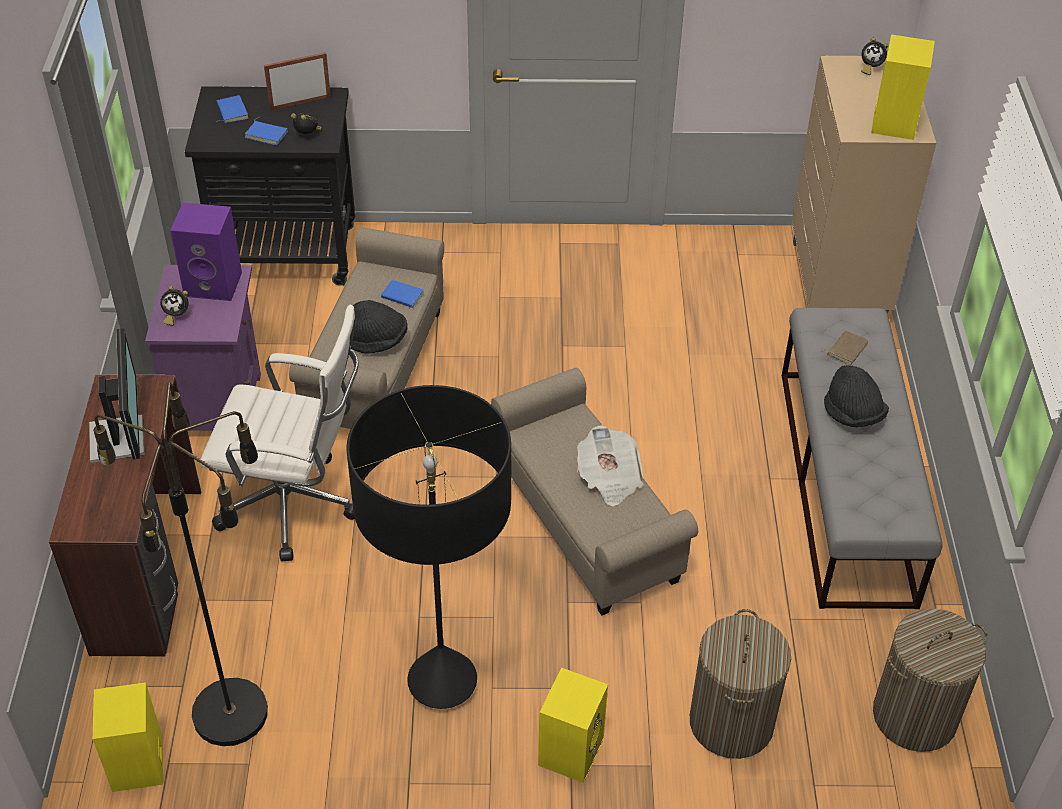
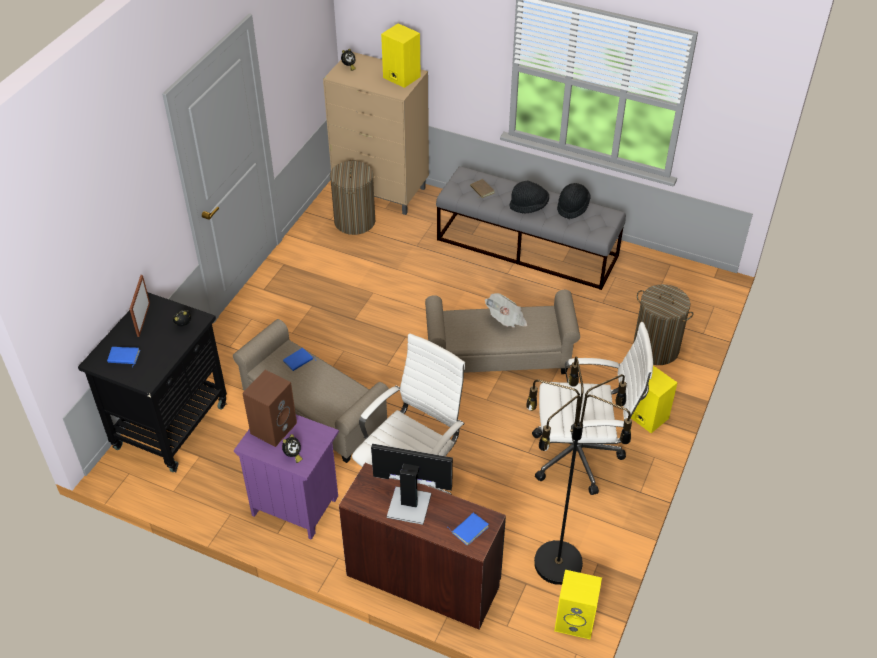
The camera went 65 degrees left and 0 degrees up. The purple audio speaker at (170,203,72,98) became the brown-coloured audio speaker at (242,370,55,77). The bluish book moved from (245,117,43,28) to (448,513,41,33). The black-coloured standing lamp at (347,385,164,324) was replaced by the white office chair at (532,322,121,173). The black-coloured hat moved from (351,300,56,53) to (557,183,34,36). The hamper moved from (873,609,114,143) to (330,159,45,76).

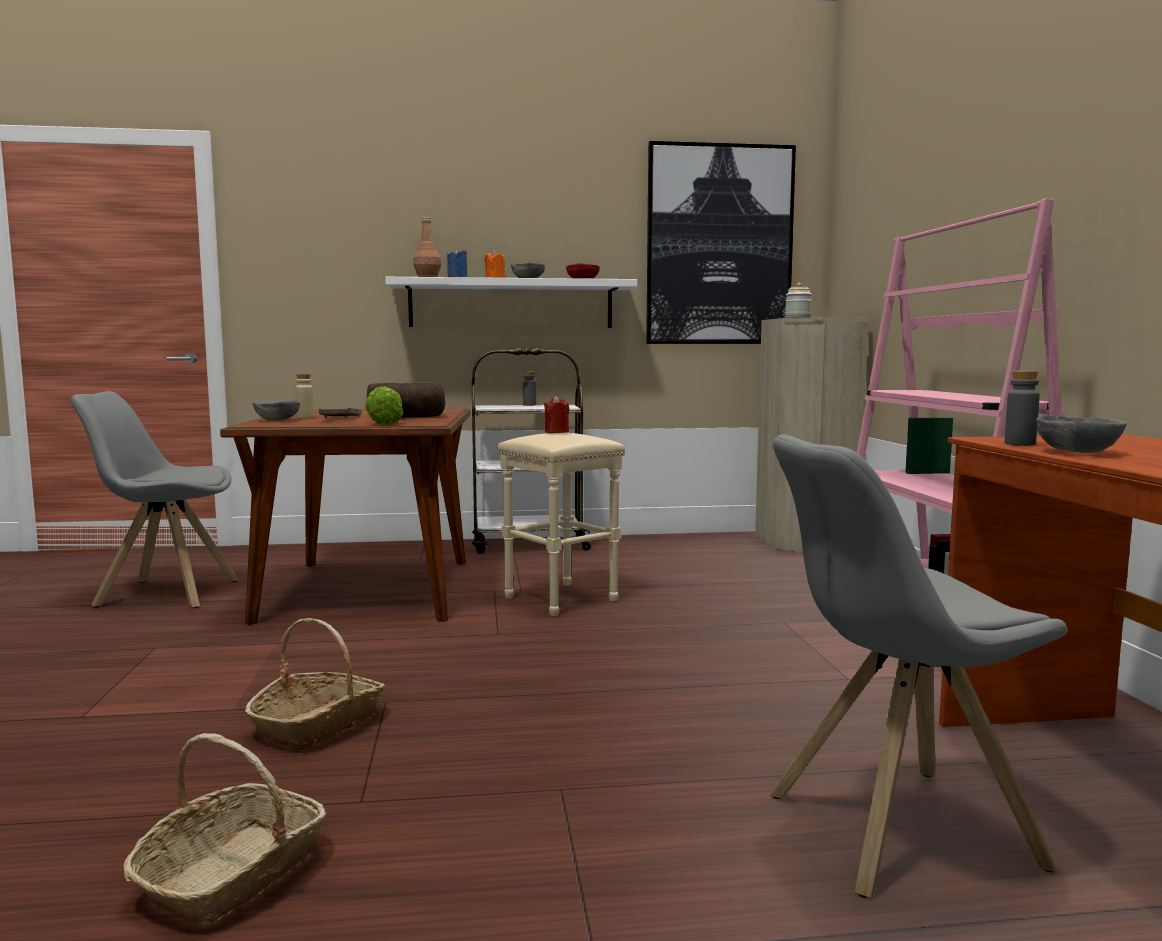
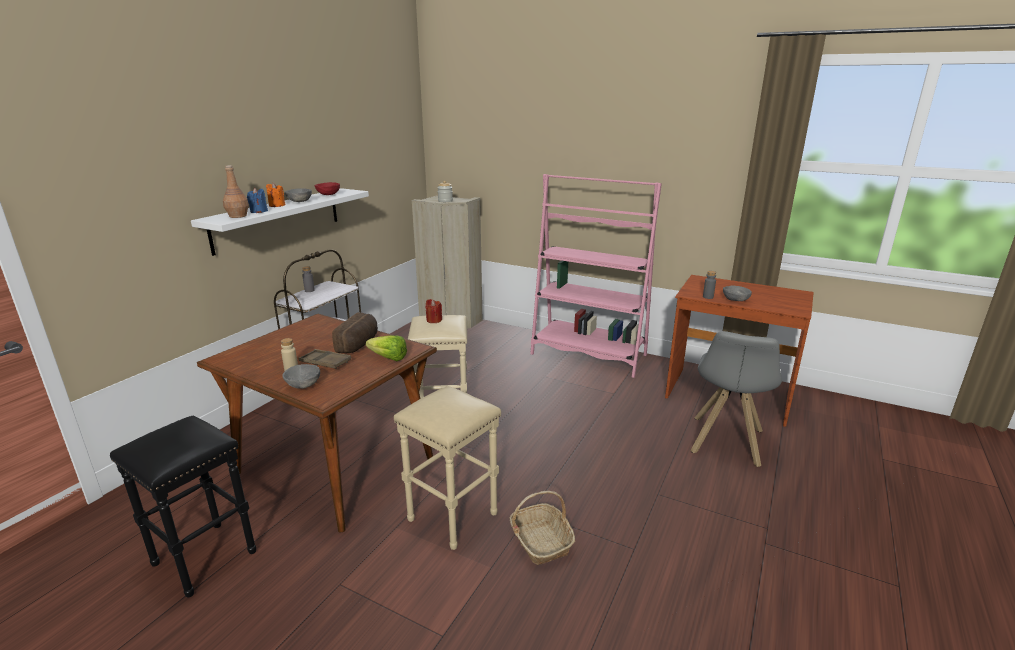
The camera went 55 degrees left and 15 degrees up. The grey chair at (71,391,167,217) was replaced by the black-coloured sitting stool at (110,416,146,182). The storage basket at (123,733,203,191) disappeared. The wall picture at (646,141,150,203) disappeared. The sand-coloured sitting stool at (394,386,107,164) appeared.

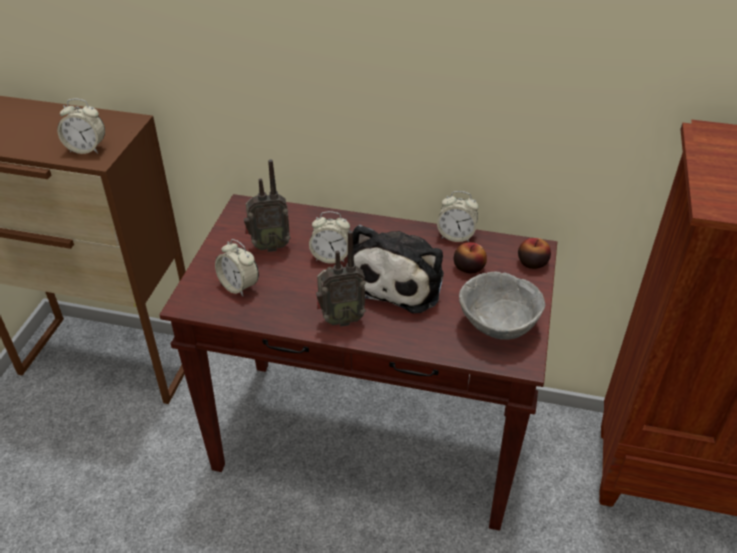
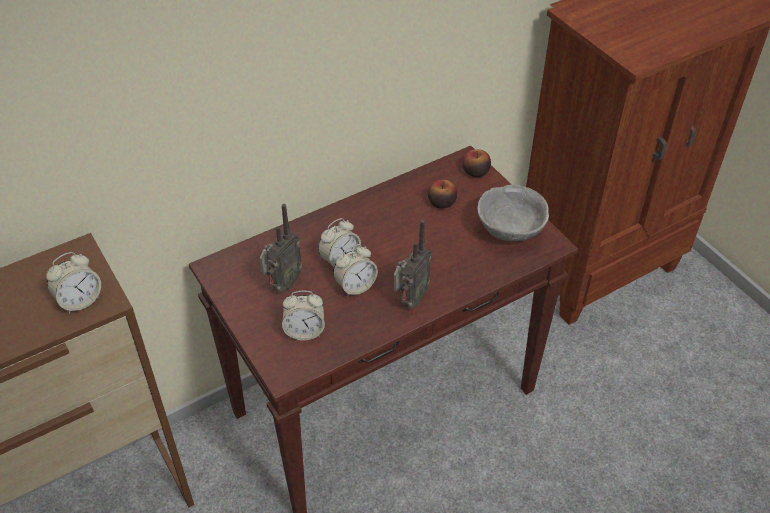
The camera went 45 degrees left and 5 degrees up. The cuddly toy at (353,224,91,89) disappeared. The table clock moved from (437,191,42,51) to (333,244,45,53).

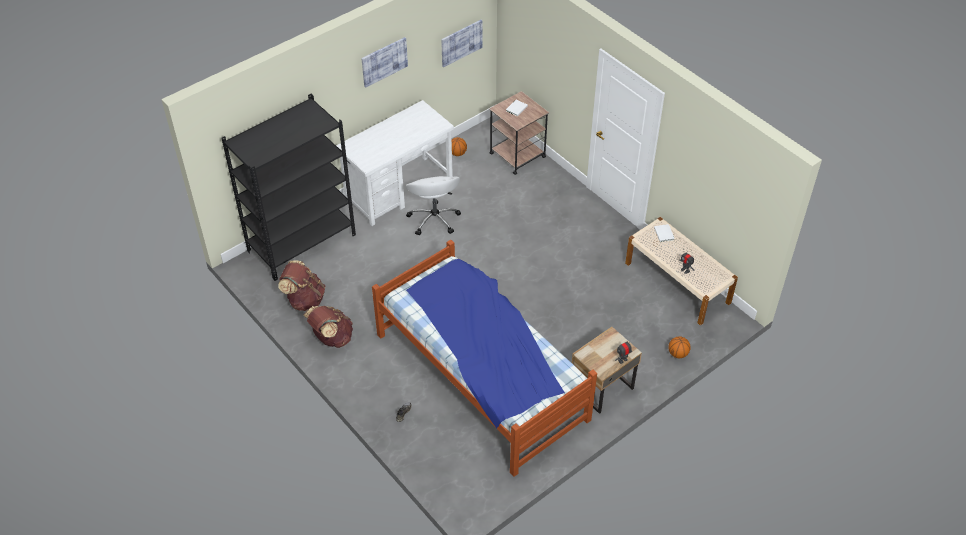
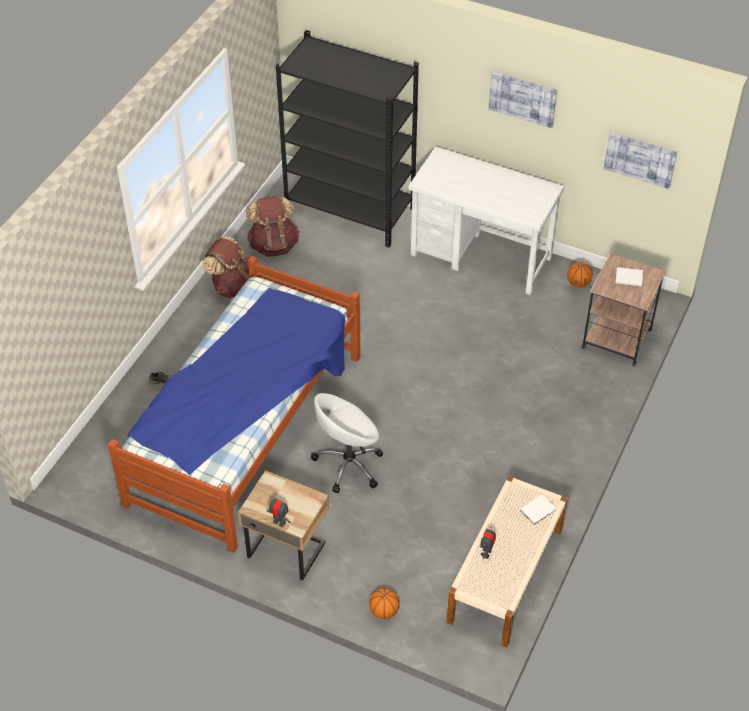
The camera went 65 degrees right and 0 degrees up. The white office chair moved from (406,176,55,59) to (311,393,72,100).

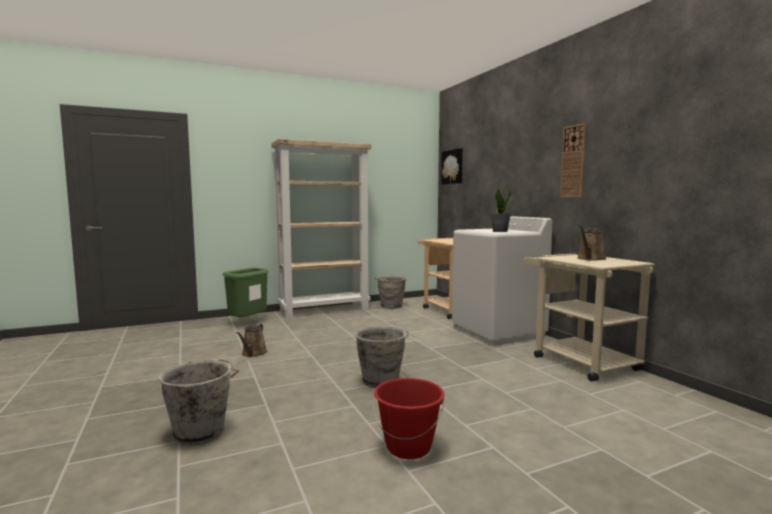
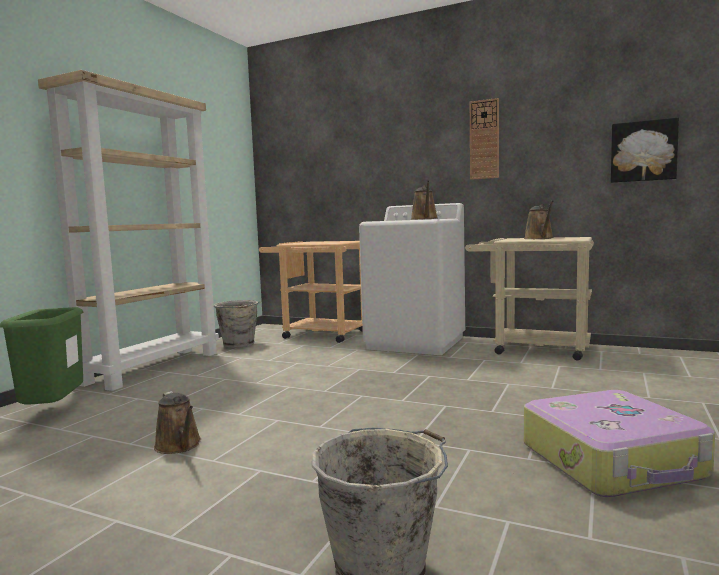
The camera went 40 degrees left and 0 degrees up. The grey water bucket at (355,326,54,62) disappeared. The red water bucket at (373,378,72,81) was replaced by the suitcase at (524,390,191,107). The wall picture moved from (441,148,22,36) to (611,118,68,65). The plant in a pot at (490,186,22,46) was replaced by the brown-coloured watering can at (411,180,26,40).

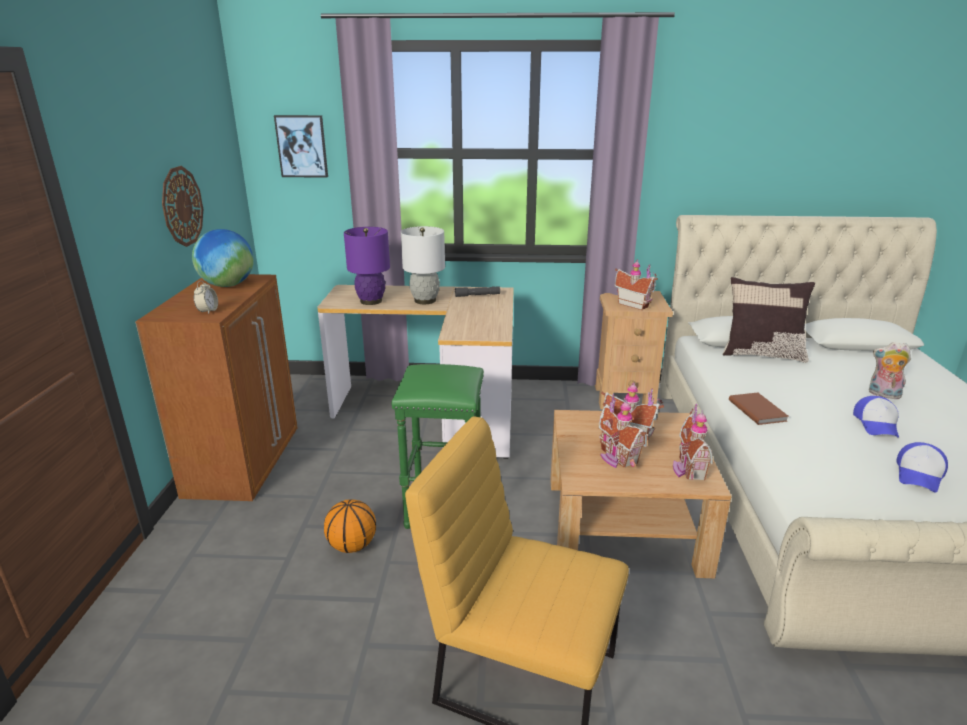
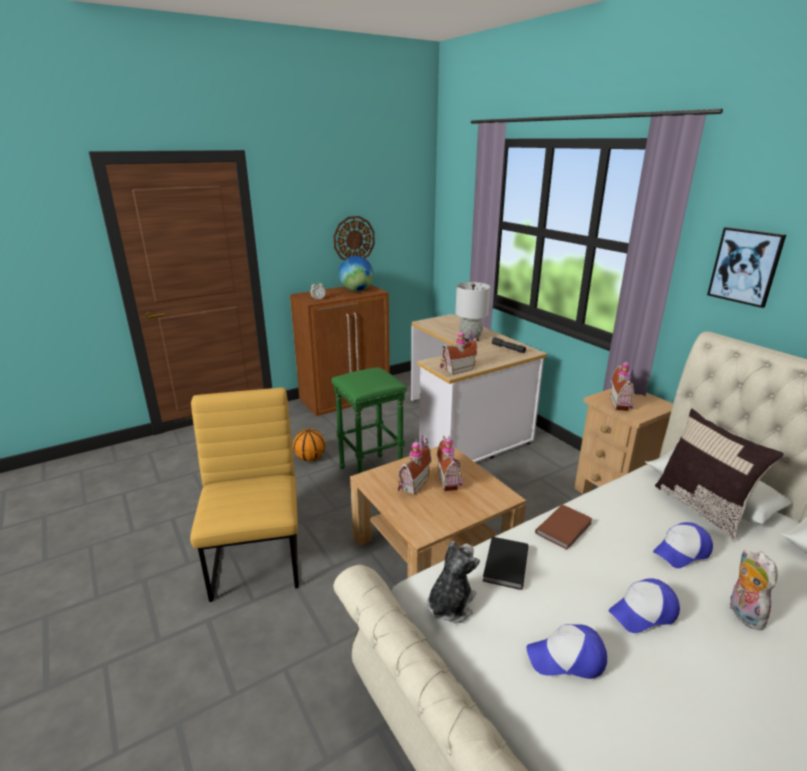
The camera went 55 degrees right and 0 degrees up. The wall picture moved from (274,115,54,63) to (707,227,79,81). The purple lamp for a table at (344,227,46,78) disappeared. The miniature house moved from (673,404,40,77) to (440,329,38,46). The cuddly toy at (427,541,53,82) appeared. The black-coloured book at (483,537,45,53) appeared. The cap at (653,522,60,46) appeared.

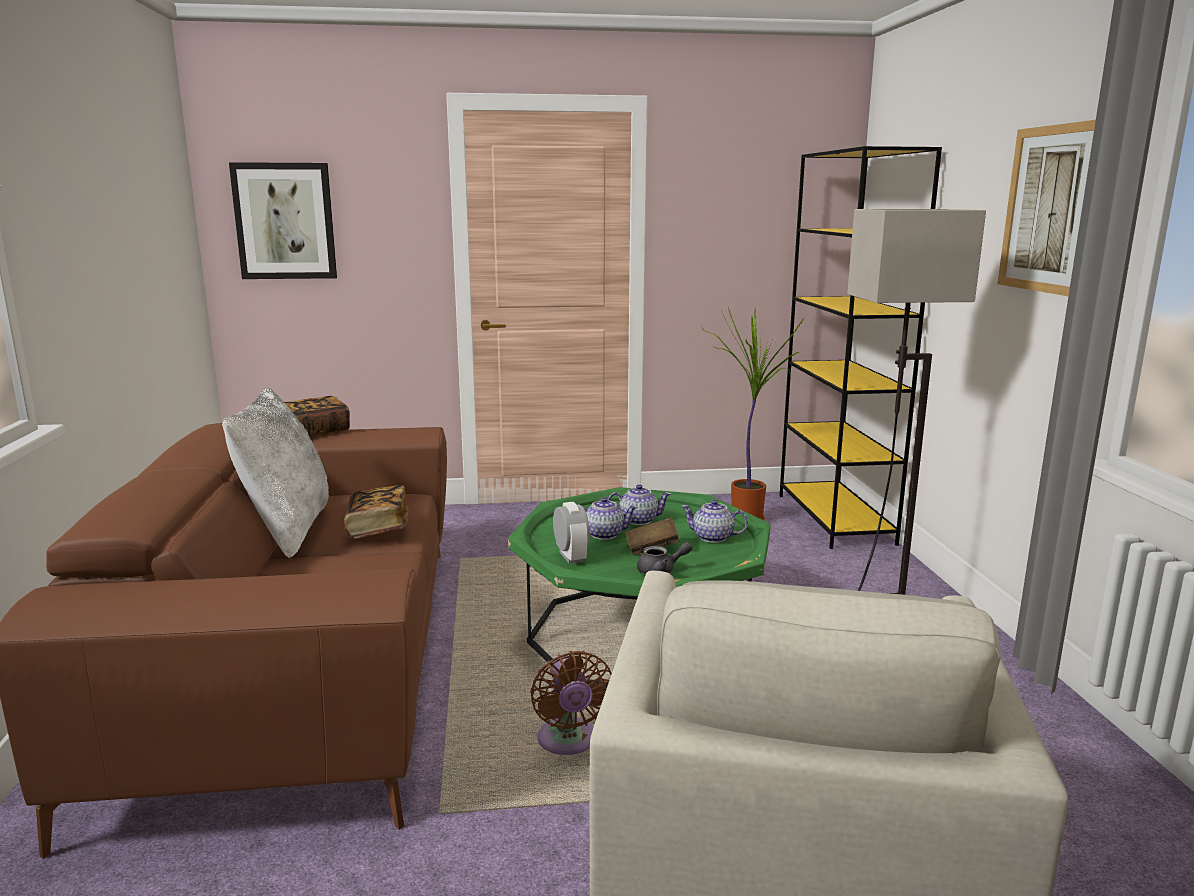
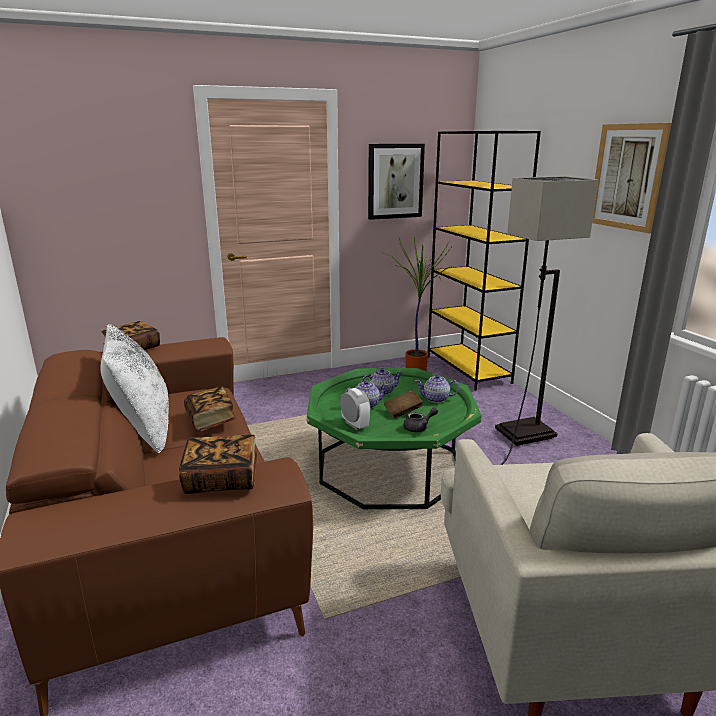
The camera went 15 degrees left and 5 degrees up. The wall picture moved from (229,162,108,117) to (368,144,57,76). The brown-coloured cooling fan at (530,651,82,104) disappeared. The book at (179,435,78,59) appeared.

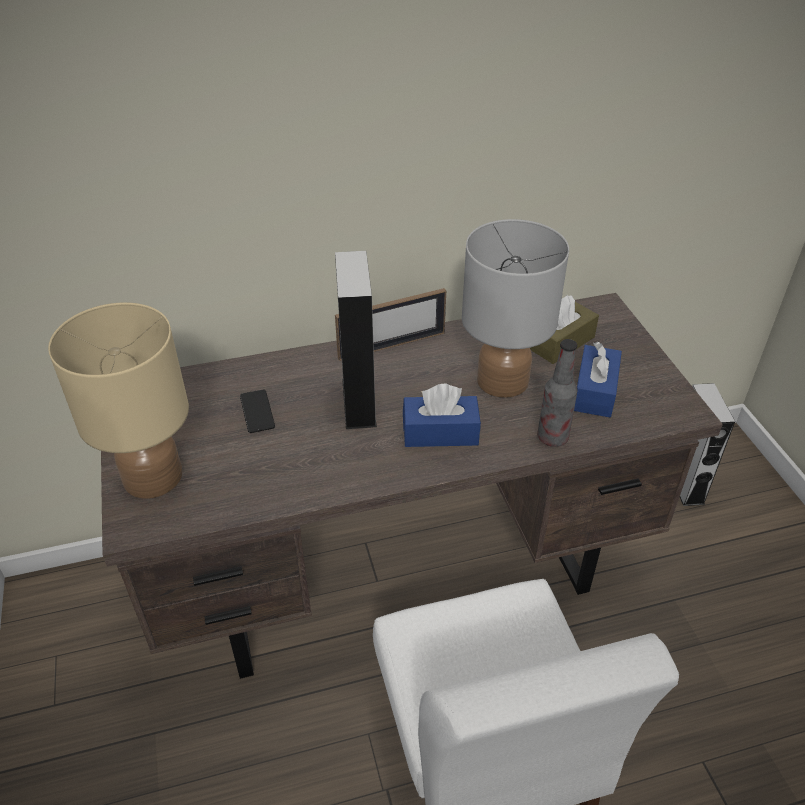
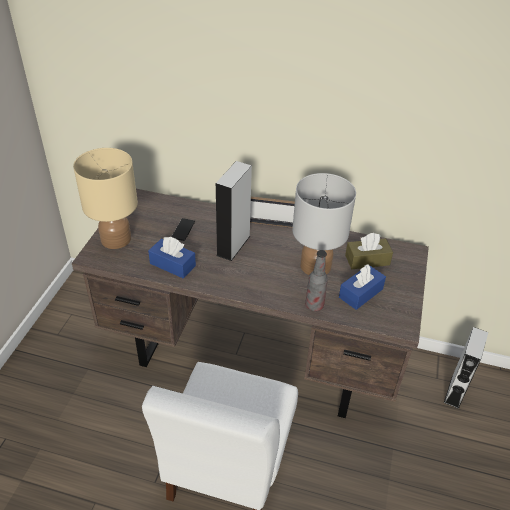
The camera went 30 degrees right and 0 degrees up. The bluish tissue holder moved from (403,383,78,64) to (148,237,48,41).

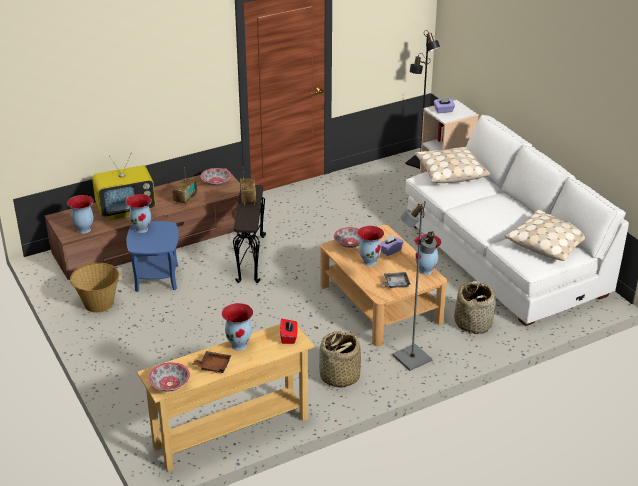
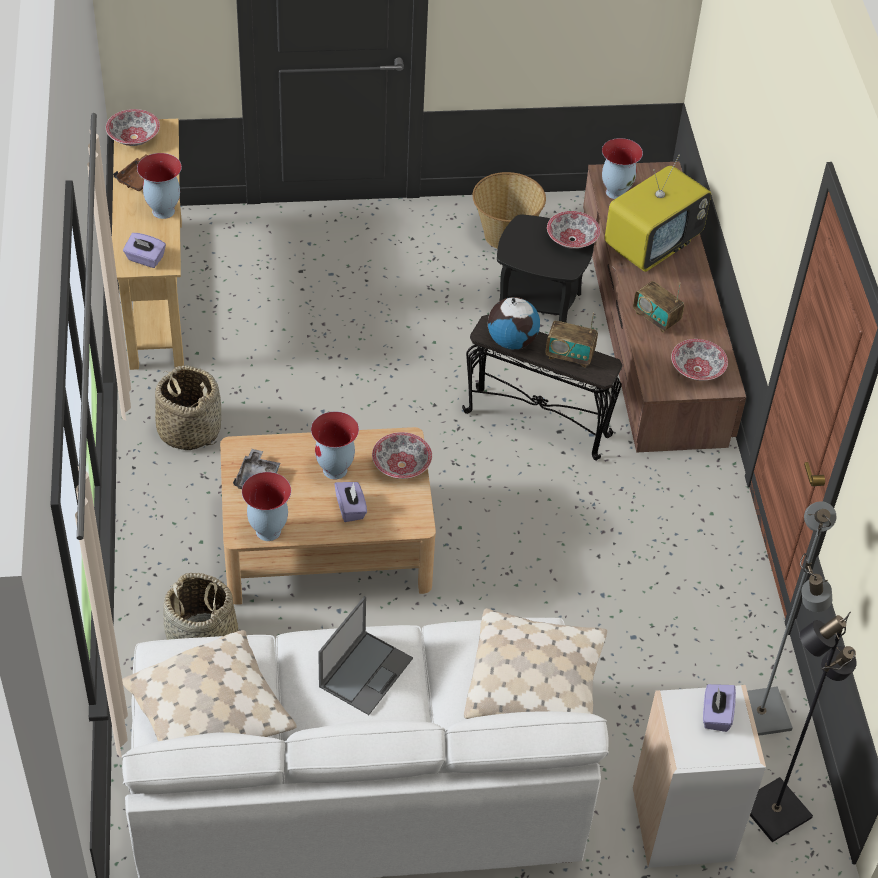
The camera went 110 degrees right and 15 degrees up. The TV set at (92,153,64,68) turned 135 degrees counterclockwise. The vase at (126,194,26,39) was replaced by the serving bowl at (547,211,53,38). The bluish side table at (126,221,53,71) became the black-coloured side table at (497,214,97,109). The red tissue holder at (280,319,18,25) became the purple tissue holder at (123,233,43,35). The grey standing lamp moved from (393,201,44,170) to (747,501,89,235). The portable computer at (318,596,95,119) appeared. The world globe at (488,297,52,53) appeared.

